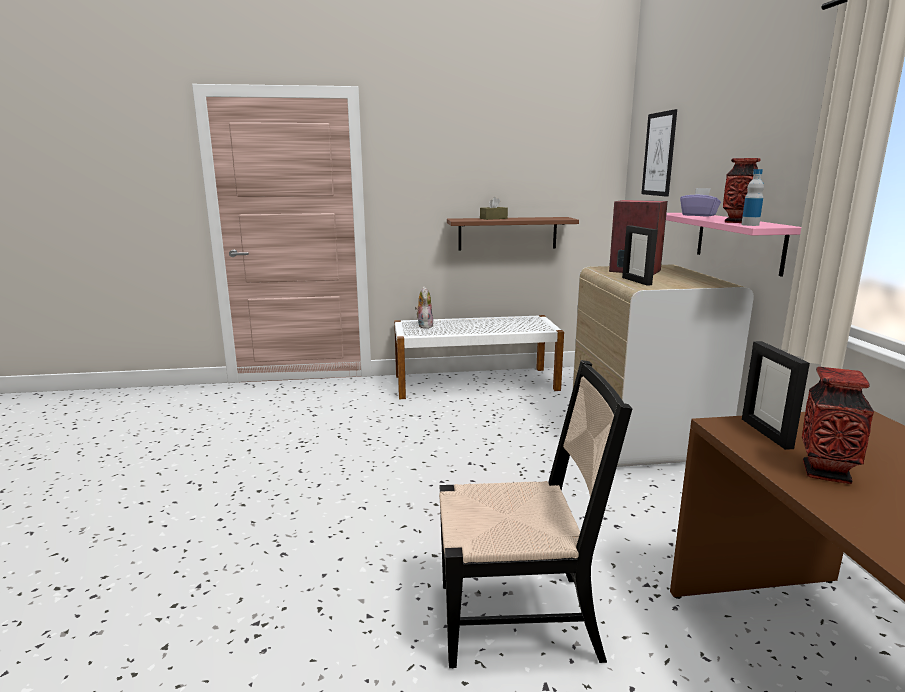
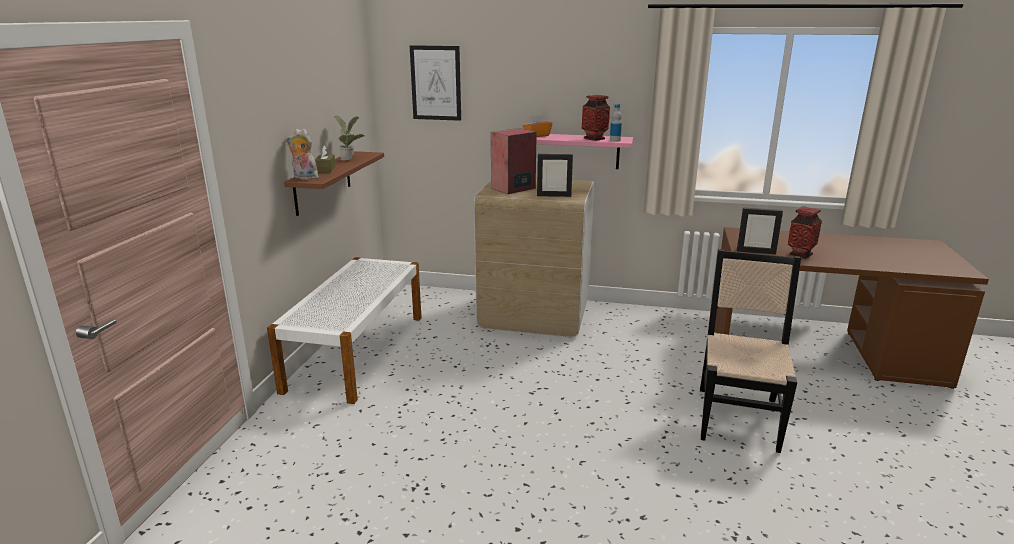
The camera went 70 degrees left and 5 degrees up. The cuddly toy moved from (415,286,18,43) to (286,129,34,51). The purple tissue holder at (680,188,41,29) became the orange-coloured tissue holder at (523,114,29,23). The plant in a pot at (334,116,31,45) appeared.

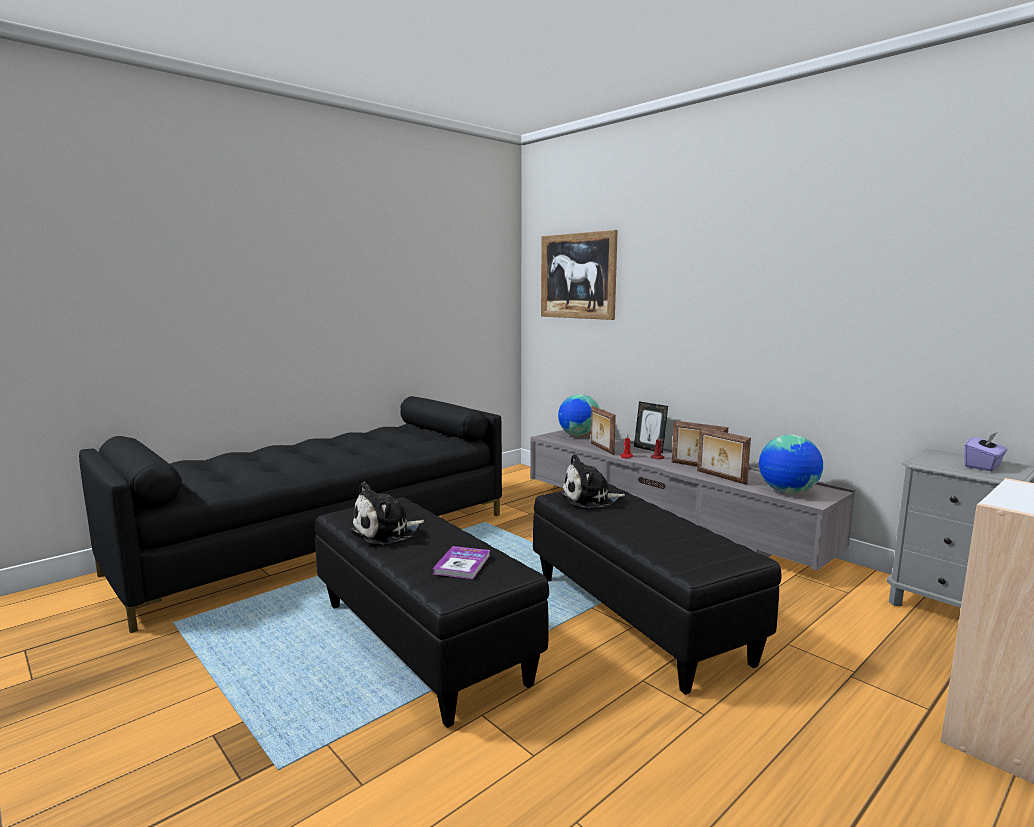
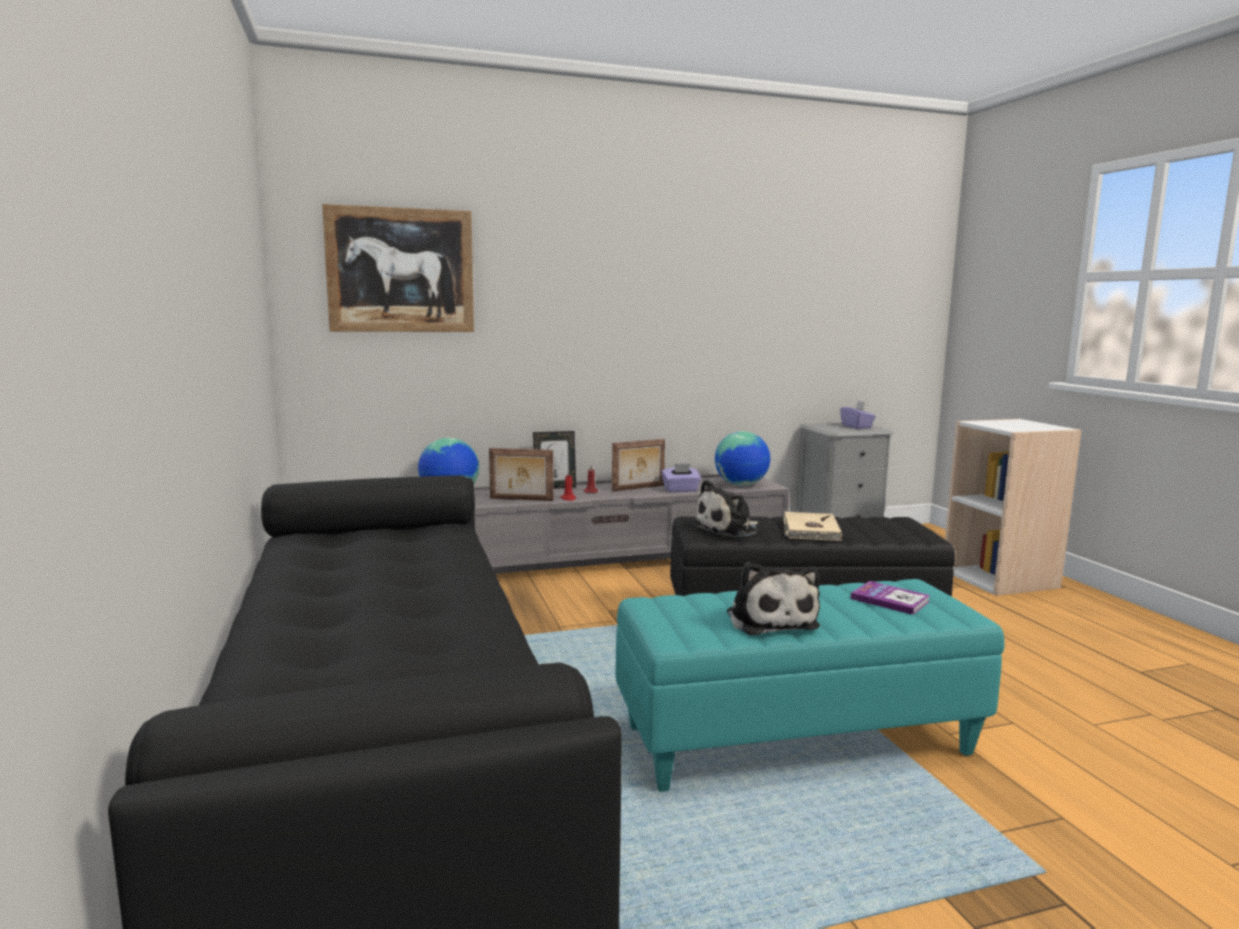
The camera went 65 degrees left and 0 degrees up. The black-coloured footrest at (315,497,234,231) became the turquoise-coloured footrest at (615,579,389,213). The cuddly toy at (561,454,64,54) turned 45 degrees clockwise. The picture frame at (697,427,54,58) was replaced by the purple tissue holder at (661,464,40,28). The sand-coloured book at (783,512,59,29) appeared.

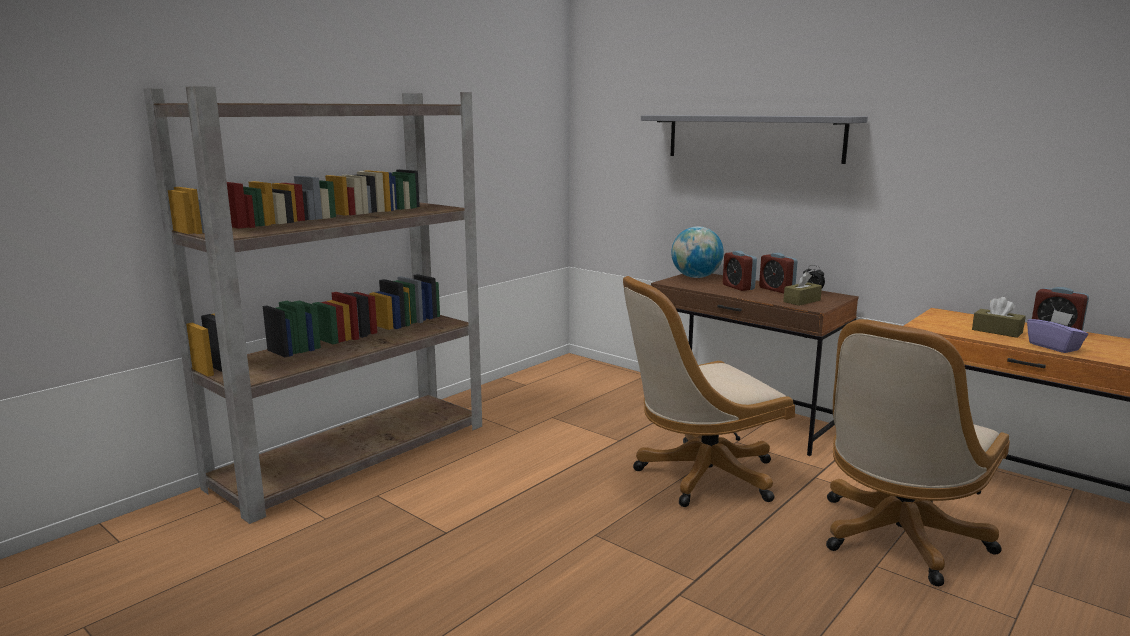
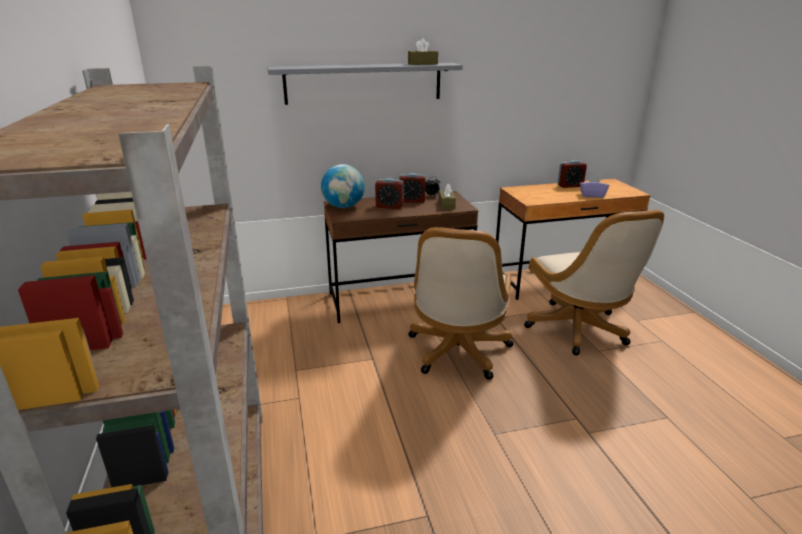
The camera went 55 degrees left and 10 degrees up. The brown-coloured tissue holder moved from (972,297,54,41) to (408,39,30,26).

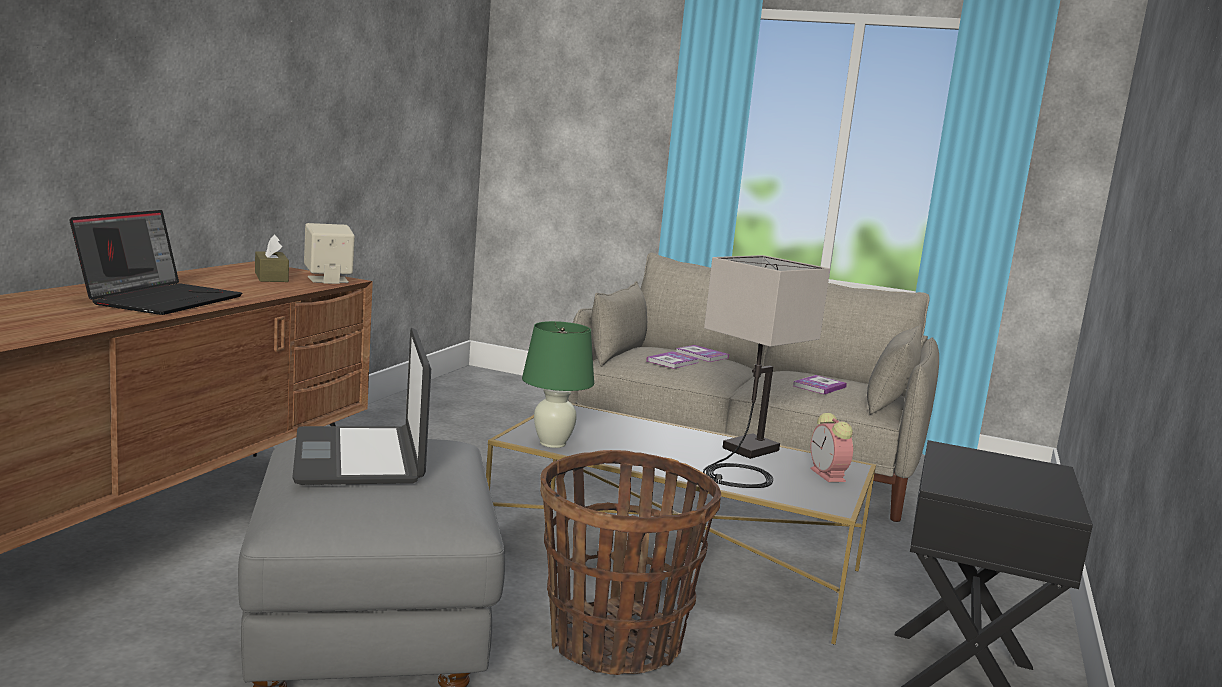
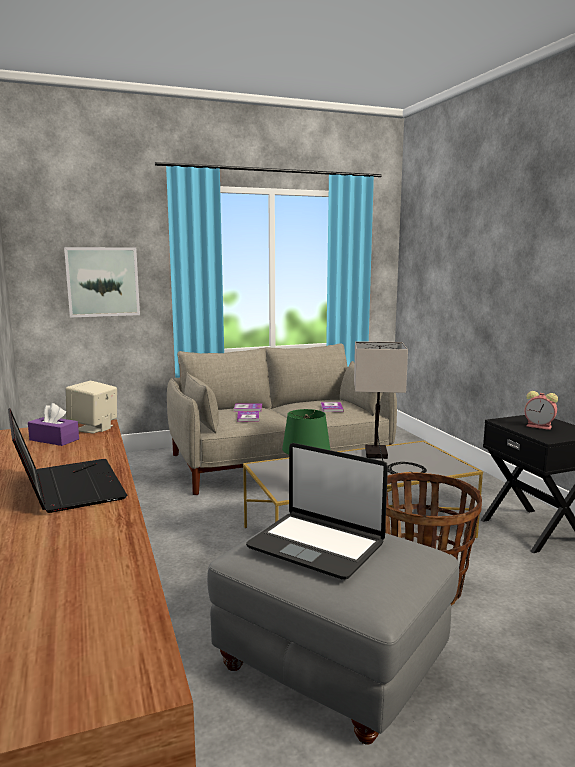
The camera went 40 degrees left and 0 degrees up. The brown-coloured tissue holder at (255,234,34,48) became the purple tissue holder at (28,403,51,43). The table clock moved from (810,413,43,69) to (524,391,34,39). The wall picture at (64,247,76,71) appeared.

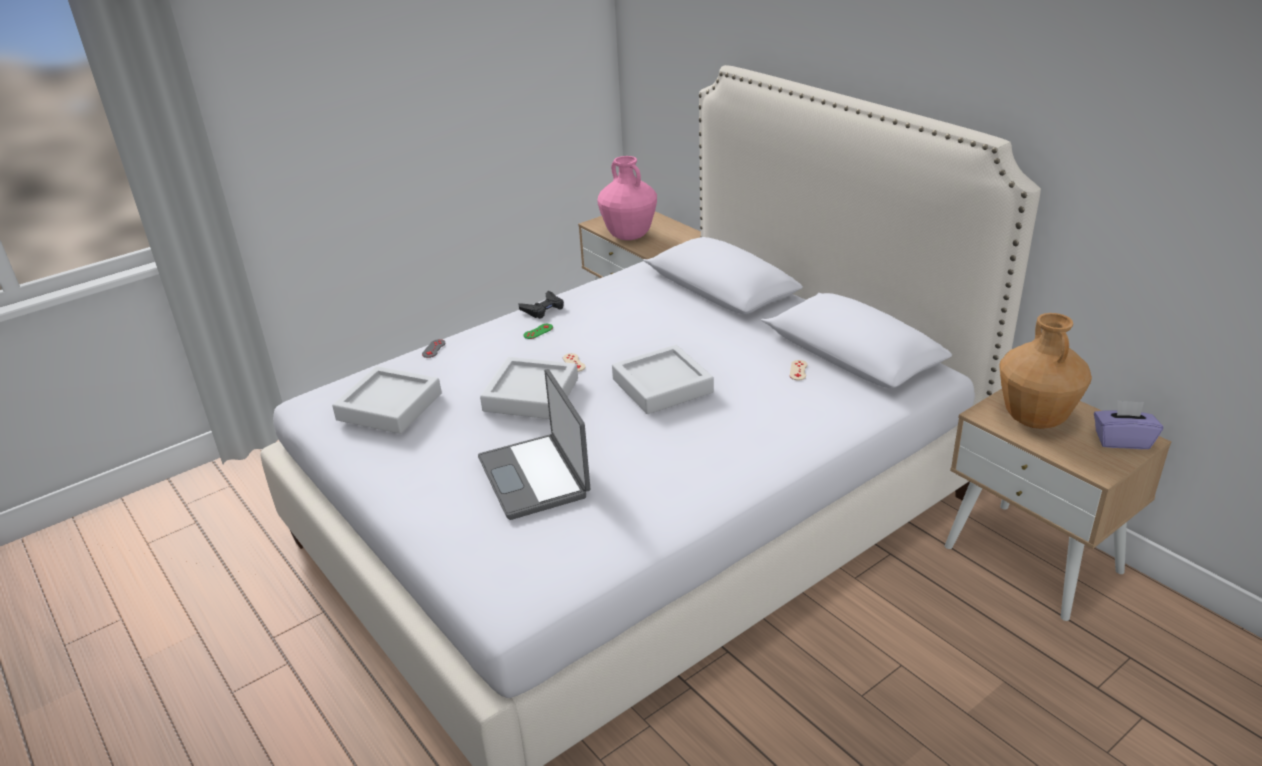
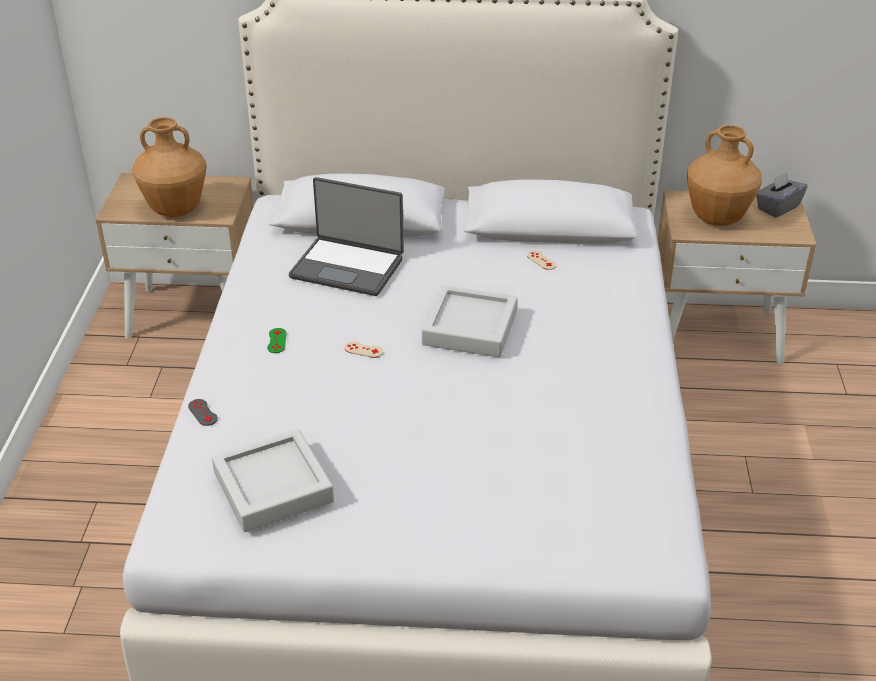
The camera went 50 degrees left and 5 degrees up. The portable computer moved from (478,369,112,151) to (289,177,115,119). The grey serving tray at (480,357,98,62) disappeared. The black-coloured gamepad at (518,291,46,28) disappeared. The pink vase at (597,156,60,84) became the brown-coloured vase at (132,117,75,100). The purple tissue holder at (1094,400,69,49) became the grey tissue holder at (756,172,51,46).

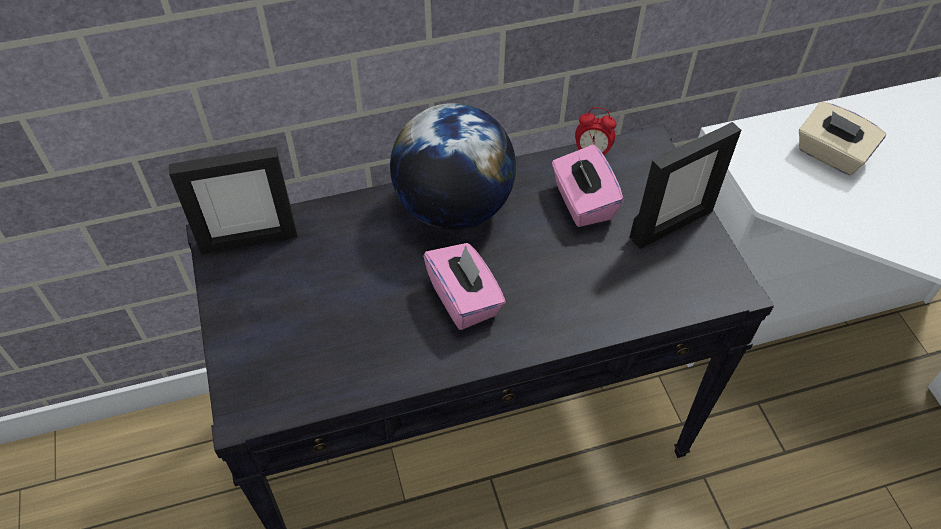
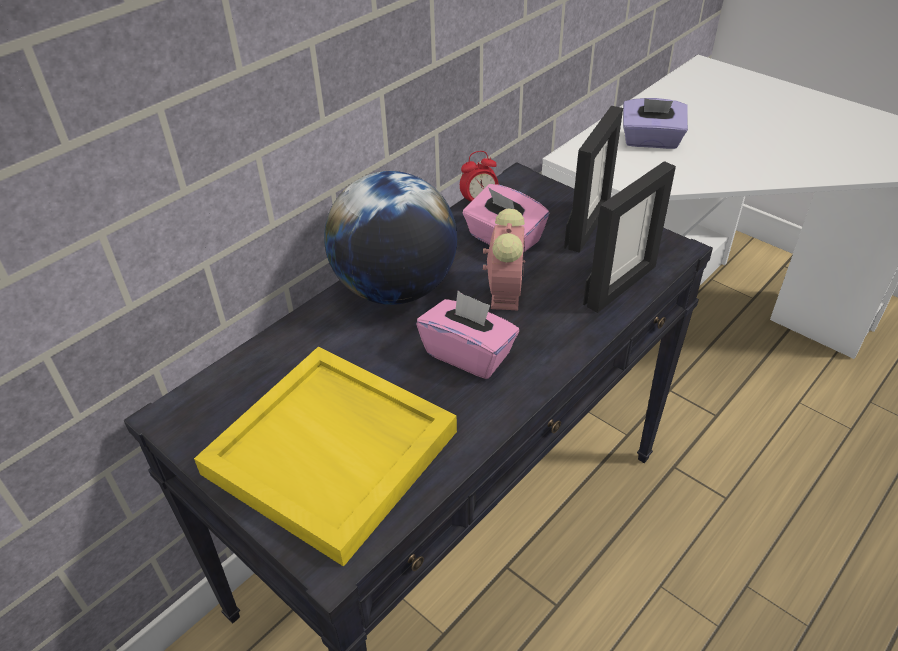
The camera went 30 degrees left and 10 degrees down. The picture frame moved from (169,147,128,107) to (583,161,93,152). The sand-coloured tissue holder at (799,102,87,74) became the purple tissue holder at (623,98,65,51). The yellow serving tray at (194,346,263,221) appeared. The table clock at (483,208,42,102) appeared.

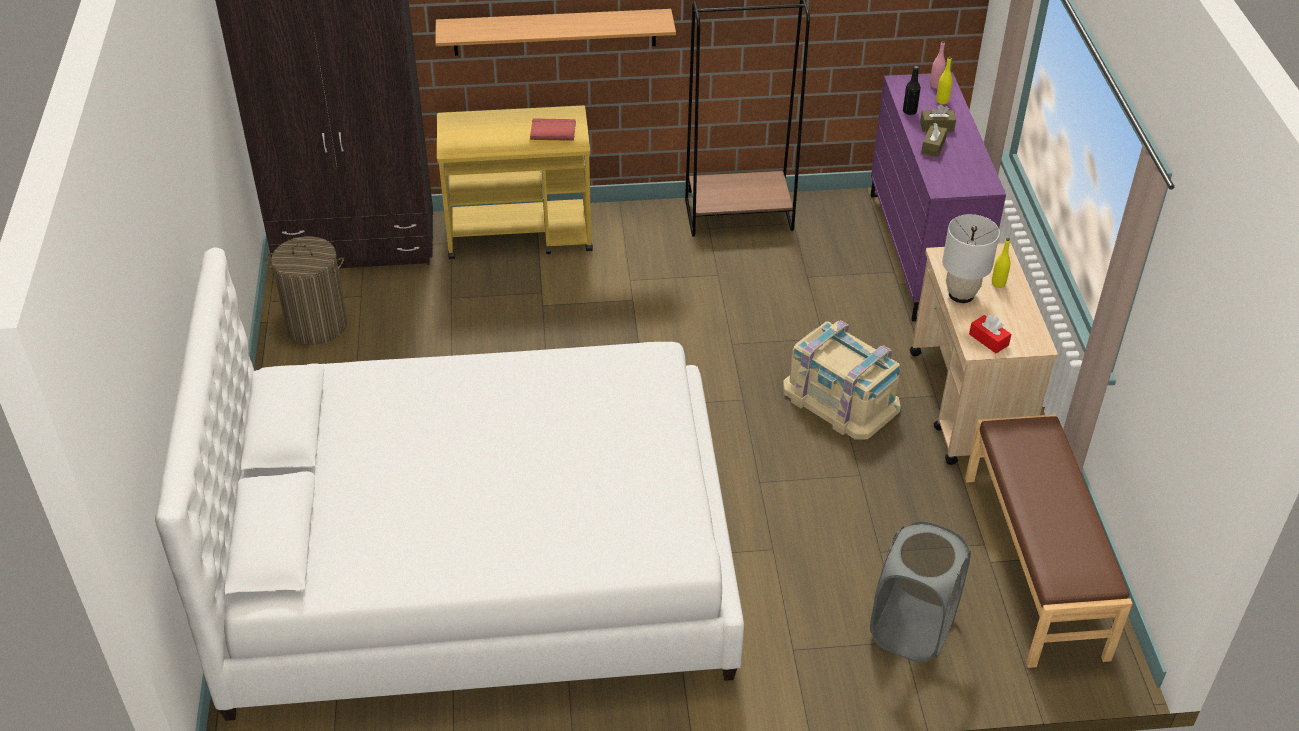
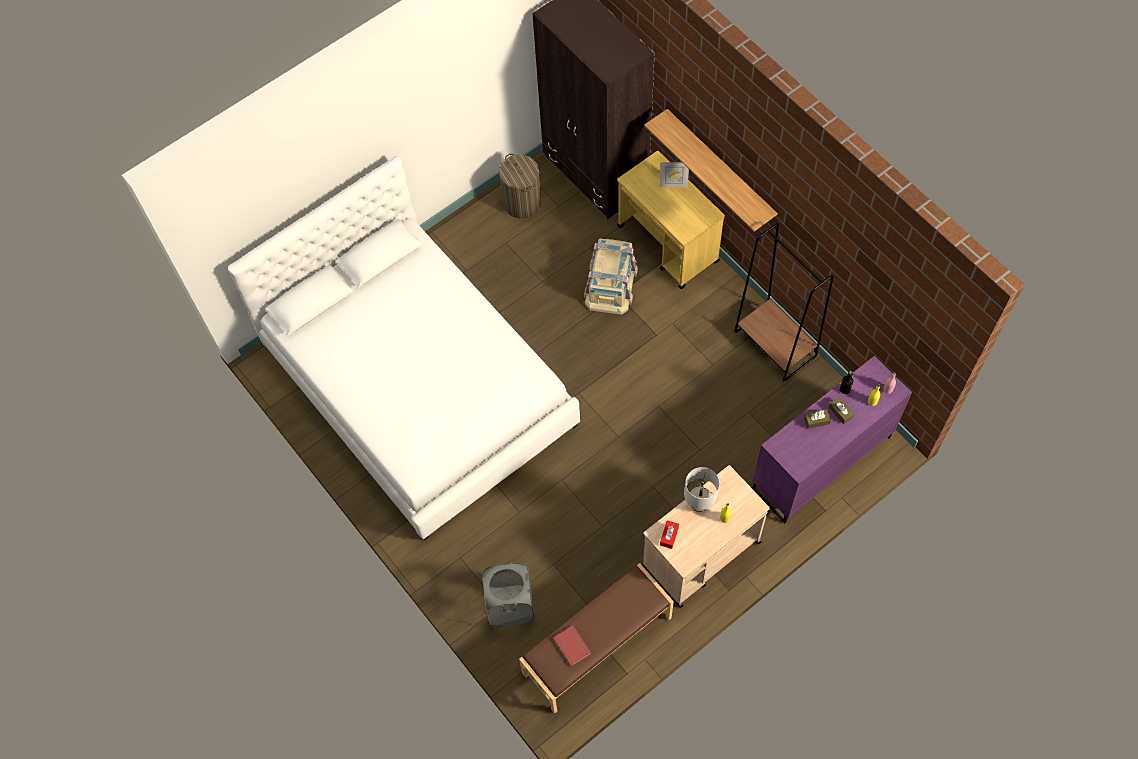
The camera went 60 degrees right and 20 degrees up. The red book moved from (530,118,46,23) to (553,626,38,40). The sand-coloured storage box moved from (783,320,118,119) to (584,239,54,76). The picture frame at (660,162,29,26) appeared.

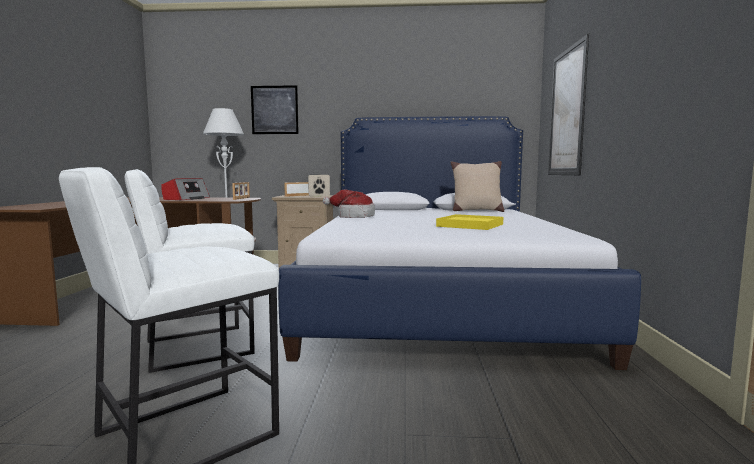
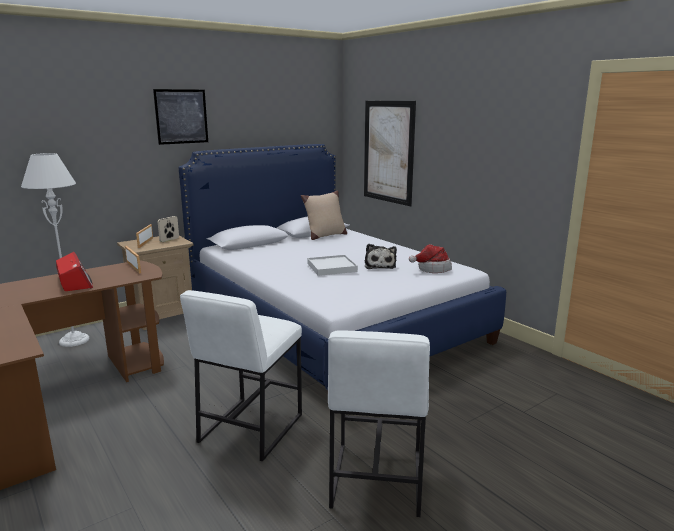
The camera went 40 degrees left and 10 degrees up. The wall picture moved from (251,85,48,49) to (153,89,55,56). The hat moved from (323,189,52,29) to (409,244,43,29). The yellow serving tray at (436,214,67,16) was replaced by the cuddly toy at (365,244,32,25). The white serving tray at (307,255,51,21) appeared.

